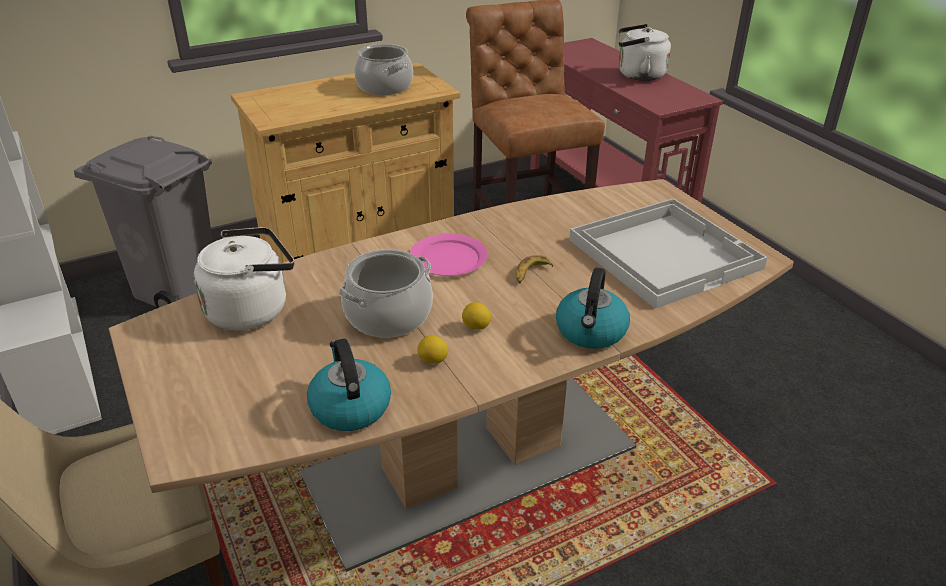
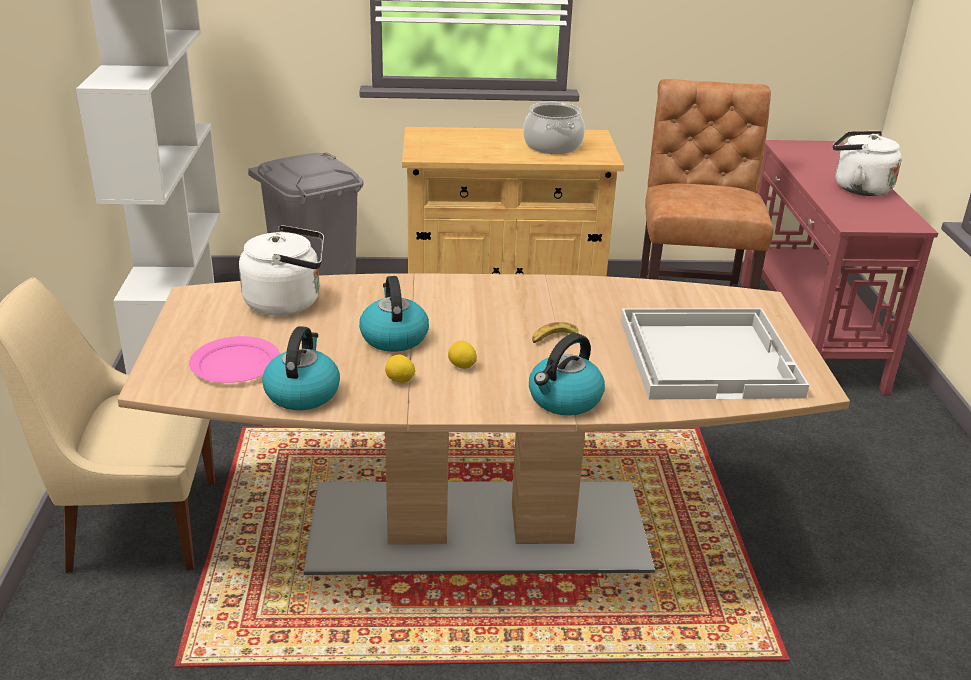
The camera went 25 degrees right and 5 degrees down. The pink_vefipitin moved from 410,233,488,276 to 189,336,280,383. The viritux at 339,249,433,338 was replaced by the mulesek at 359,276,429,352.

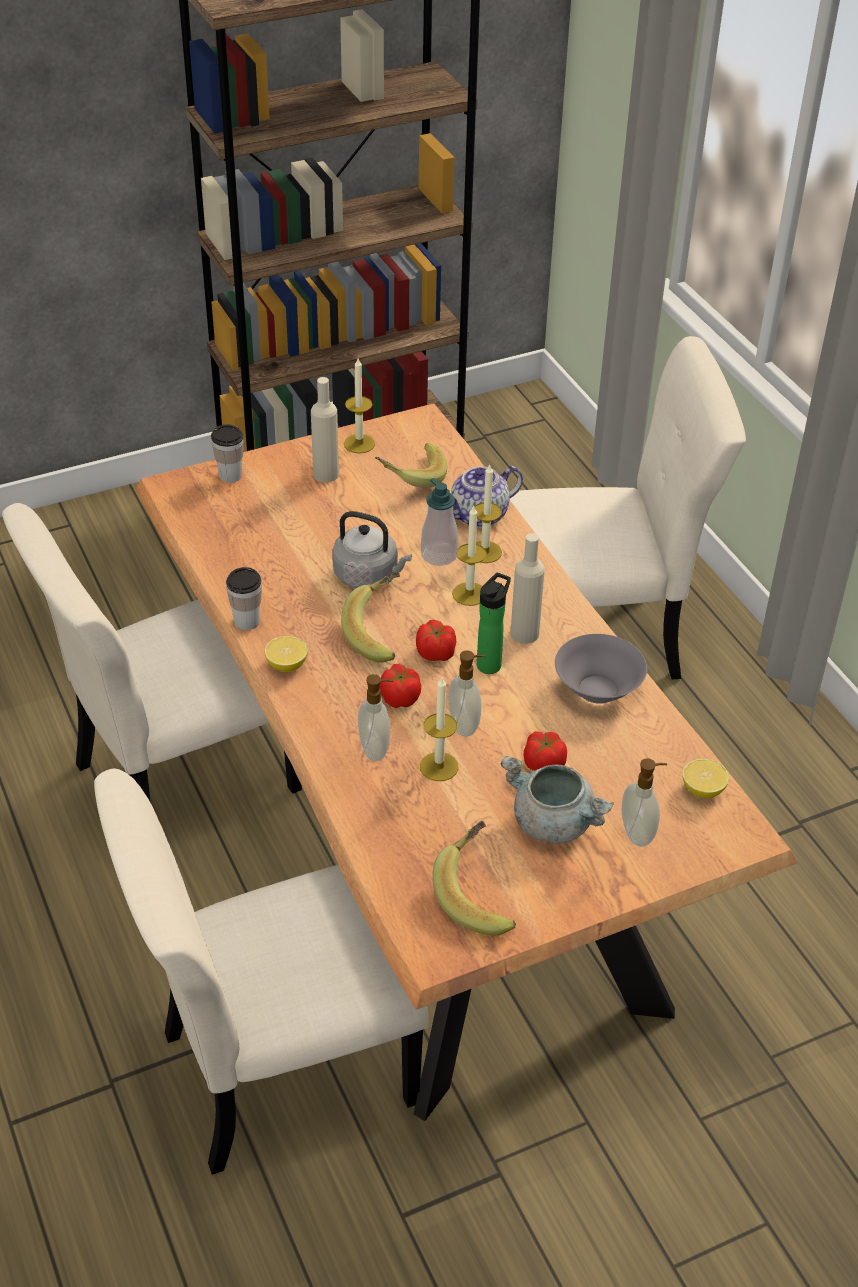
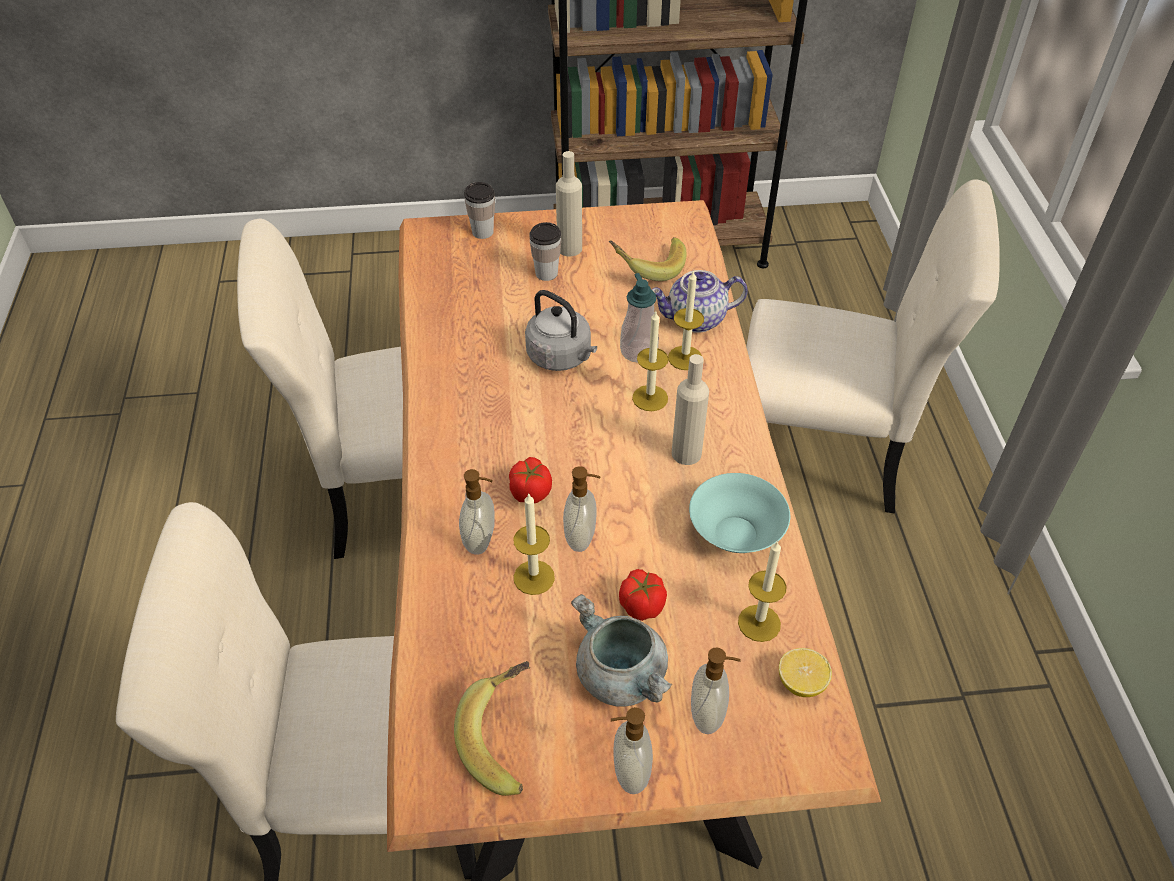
The camera went 20 degrees right and 5 degrees up. The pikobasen moved from 344,358,375,453 to 738,540,787,642. The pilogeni moved from 226,567,262,630 to 529,222,561,281. The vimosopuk at 341,571,400,663 disappeared. The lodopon at 477,573,511,674 disappeared. The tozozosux at 416,620,456,661 disappeared. The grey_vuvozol at 555,634,647,704 became the turquoise_vuvozol at 689,473,790,553. The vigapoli at 265,636,308,672 disappeared. The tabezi at 611,707,653,794 appeared.

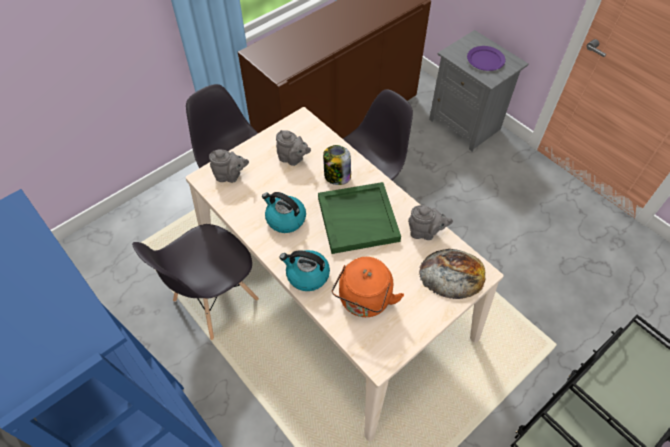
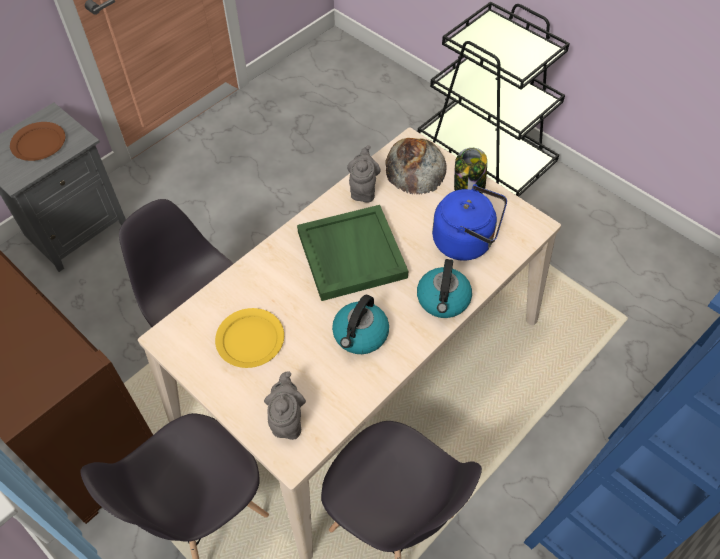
The camera went 95 degrees left and 0 degrees up. The purple_vefipitin at 467,46,505,71 became the brown_vefipitin at 10,122,65,161. The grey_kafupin at 276,130,311,166 was replaced by the yellow_vefipitin at 215,308,284,368. The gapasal moved from 323,145,351,185 to 454,148,487,194. The orange_mulesek at 332,257,404,317 became the blue_mulesek at 432,184,507,261.

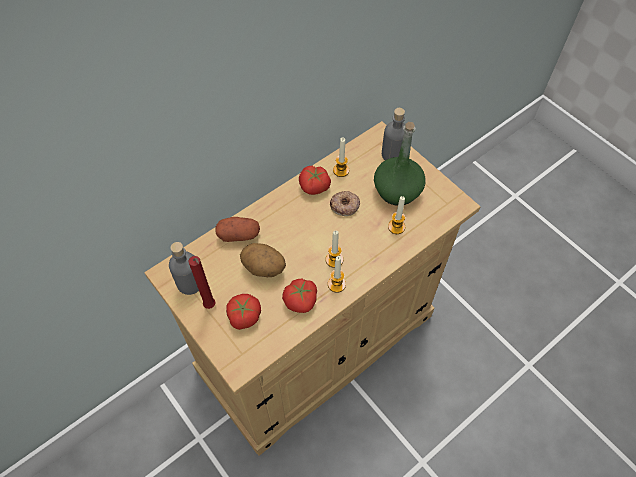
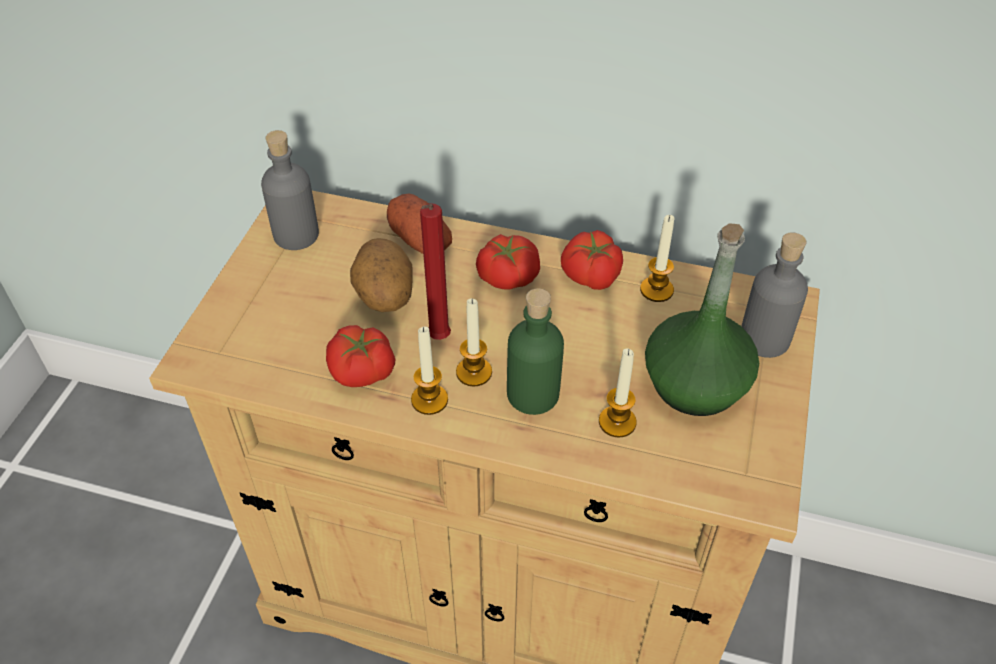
The camera went 55 degrees right and 10 degrees down. The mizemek at 330,191,360,216 disappeared. The red_pikobasen moved from 189,256,216,309 to 420,203,451,340. The tozozosux moved from 226,294,261,330 to 476,234,540,289. The green_lodopon at 507,288,564,415 appeared.

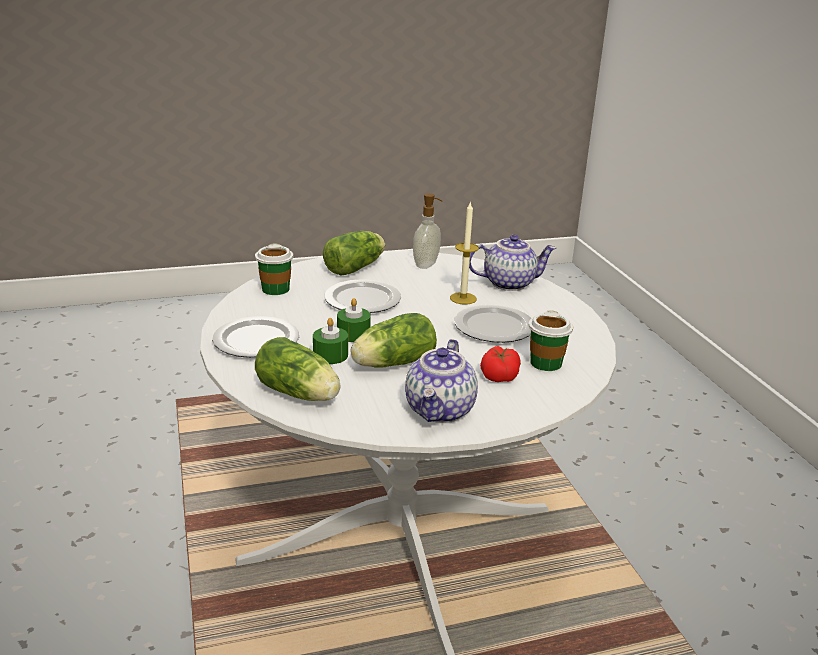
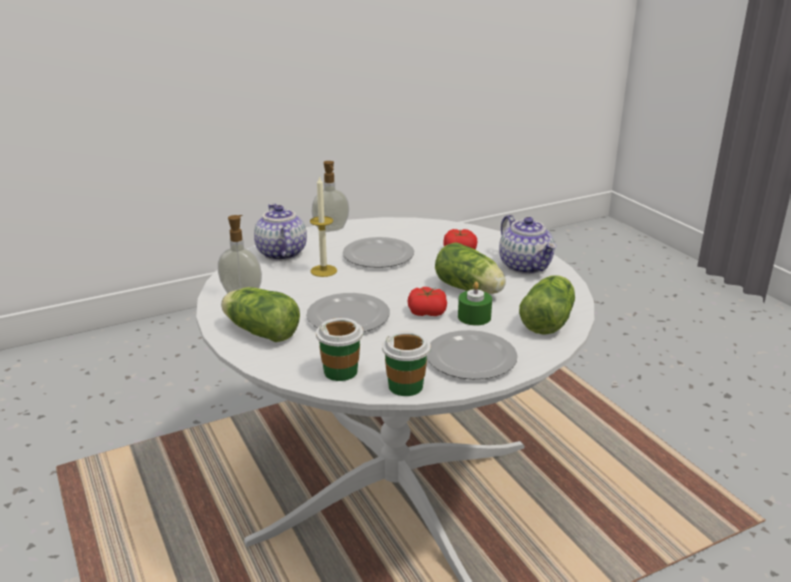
The camera went 100 degrees left and 0 degrees up. The green_pikobasen at 337,298,371,342 was replaced by the tozozosux at 407,287,447,316. The pilogeni moved from 528,310,573,371 to 382,331,431,396. The kafupin at 405,339,478,423 turned 60 degrees clockwise. The tabezi at 312,161,349,232 appeared.

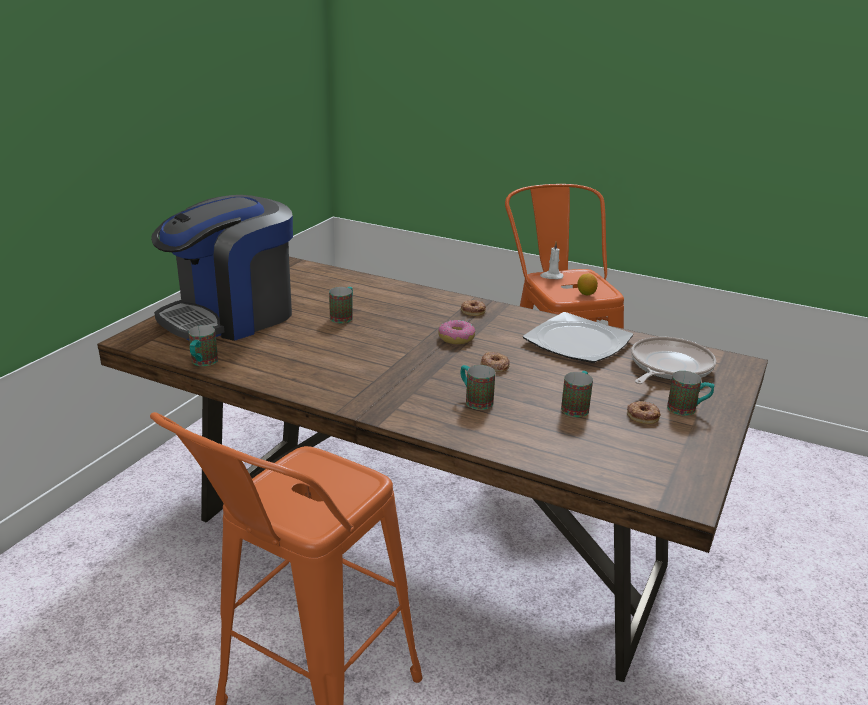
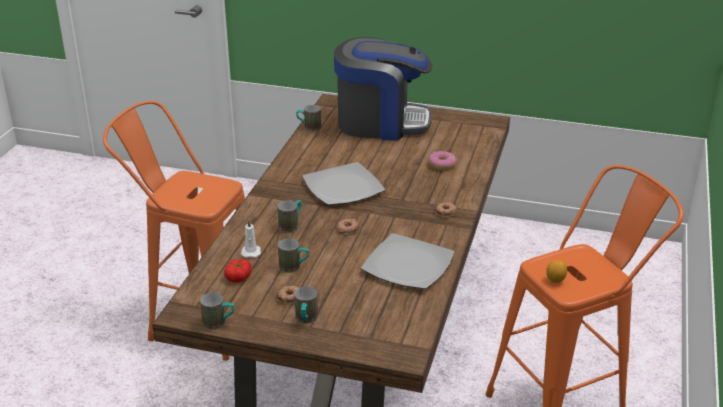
The camera went 80 degrees right and 5 degrees up. The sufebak at 151,195,293,341 turned 150 degrees clockwise. The white_pikobasen moved from 540,242,564,279 to 241,219,261,258. The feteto moved from 329,287,353,323 to 200,292,234,330. The mizemek moved from 439,320,475,344 to 428,151,457,170. The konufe at 631,337,716,384 disappeared. The vefipitin at 303,162,385,206 appeared. The tozozosux at 224,259,252,283 appeared.

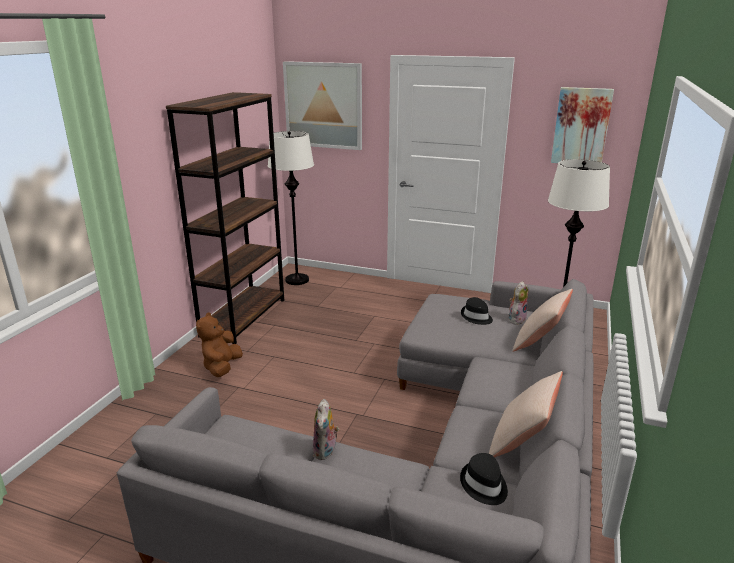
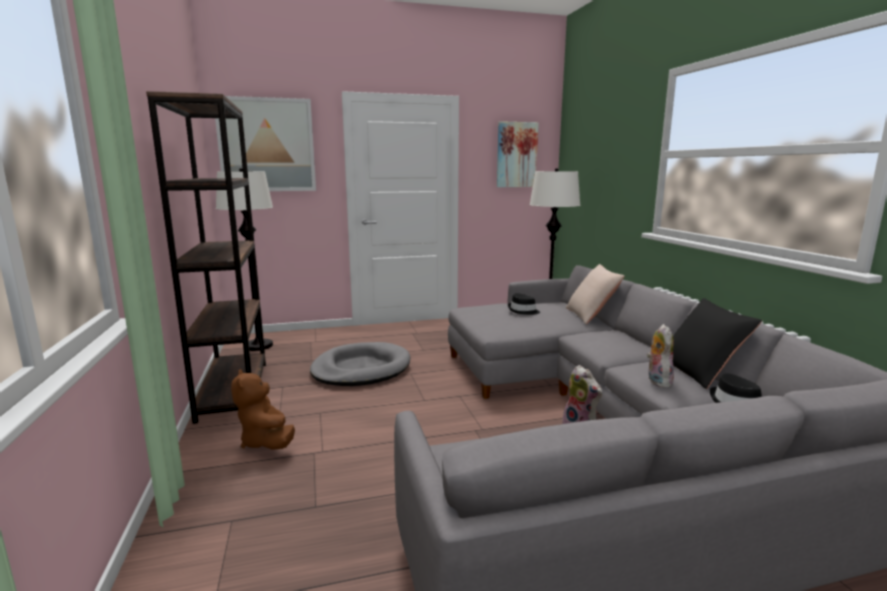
The camera went 35 degrees left and 10 degrees down. The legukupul moved from 509,281,528,325 to 647,324,674,388. The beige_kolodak at 489,371,563,458 became the black_kolodak at 673,298,762,389. The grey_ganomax at 310,342,410,386 appeared.

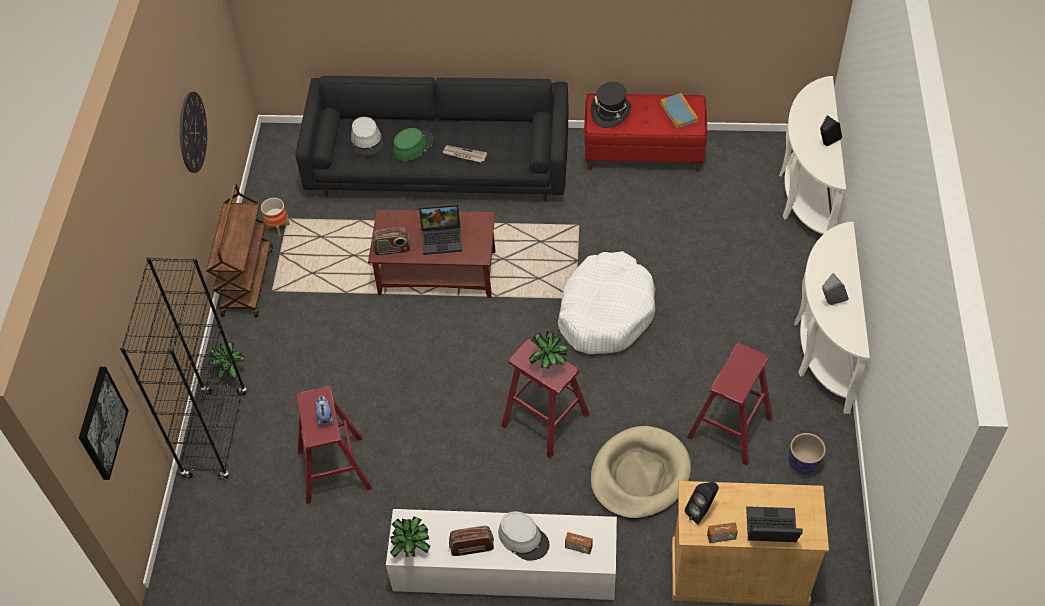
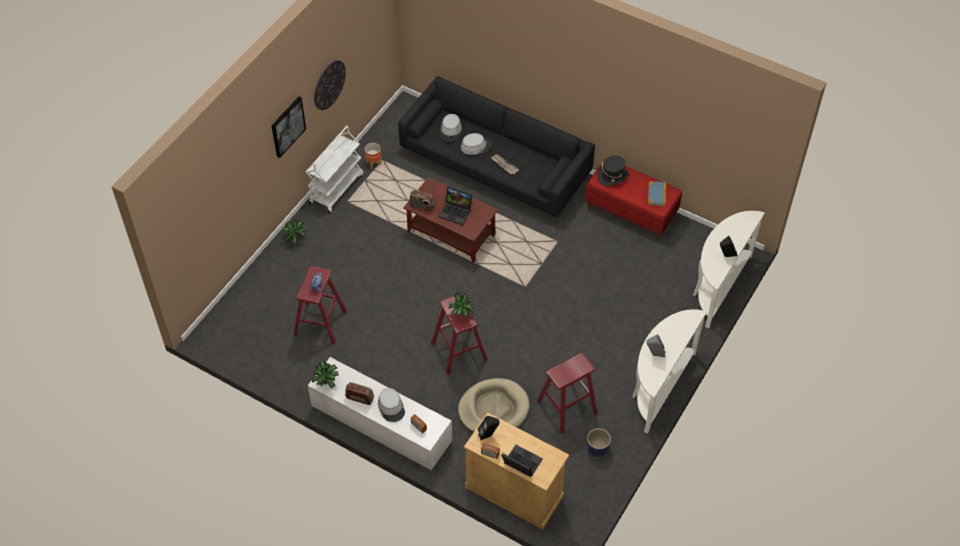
The camera went 25 degrees right and 0 degrees up. The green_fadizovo at 393,128,433,161 became the grey_fadizovo at 461,133,492,155. The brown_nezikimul at 206,184,273,317 became the white_nezikimul at 306,126,363,214. The white_ganomax at 558,251,656,354 disappeared. The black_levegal at 120,257,247,480 disappeared. The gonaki moved from 79,367,129,480 to 271,97,306,158.

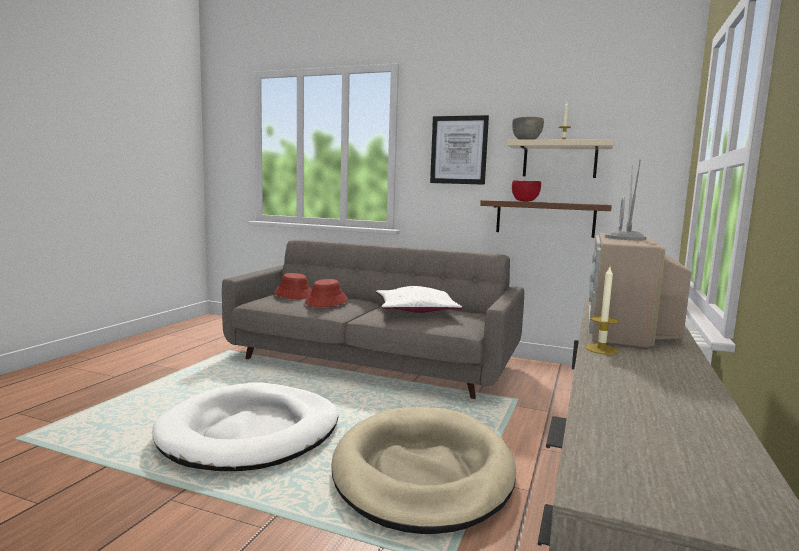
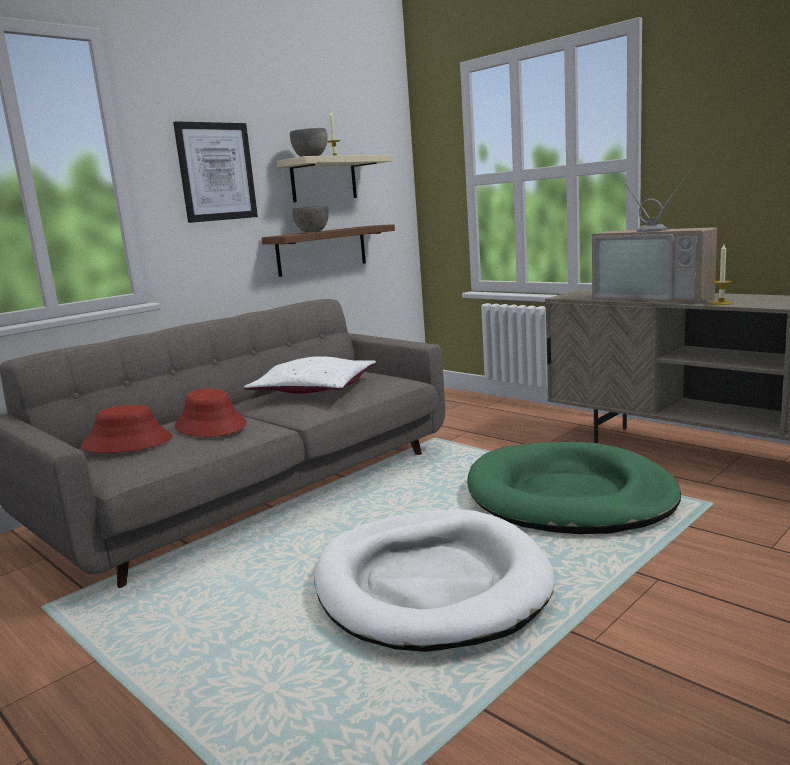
The camera went 65 degrees left and 5 degrees up. The red_vuvozol at 512,180,541,201 became the grey_vuvozol at 292,206,329,232. The beige_ganomax at 332,407,516,534 became the green_ganomax at 467,442,681,534.

